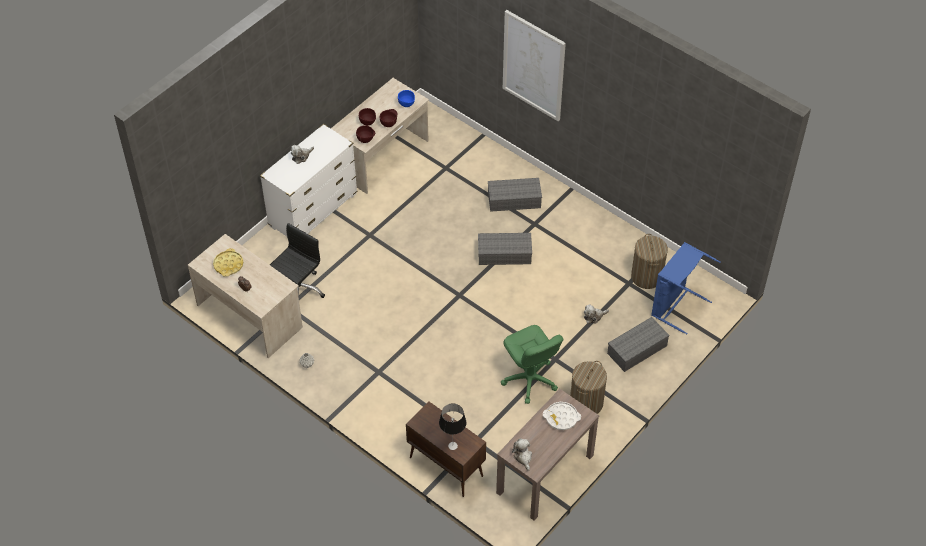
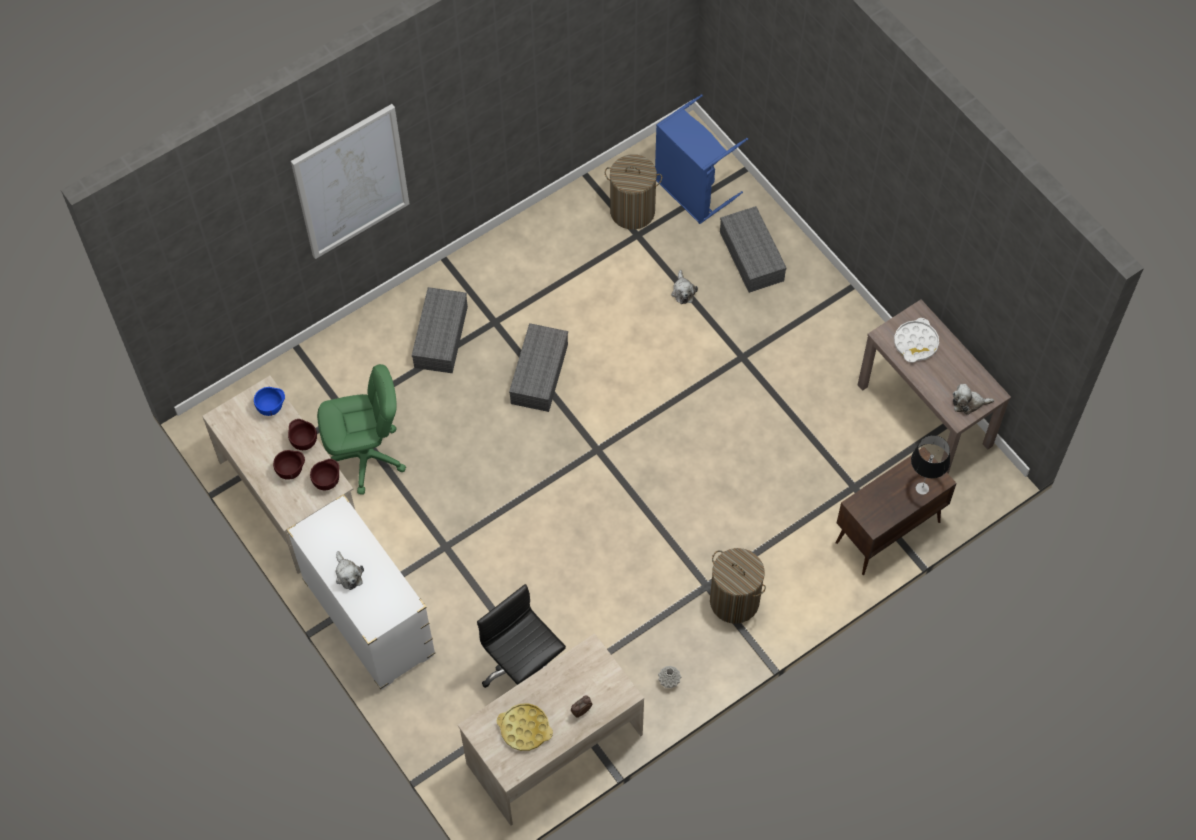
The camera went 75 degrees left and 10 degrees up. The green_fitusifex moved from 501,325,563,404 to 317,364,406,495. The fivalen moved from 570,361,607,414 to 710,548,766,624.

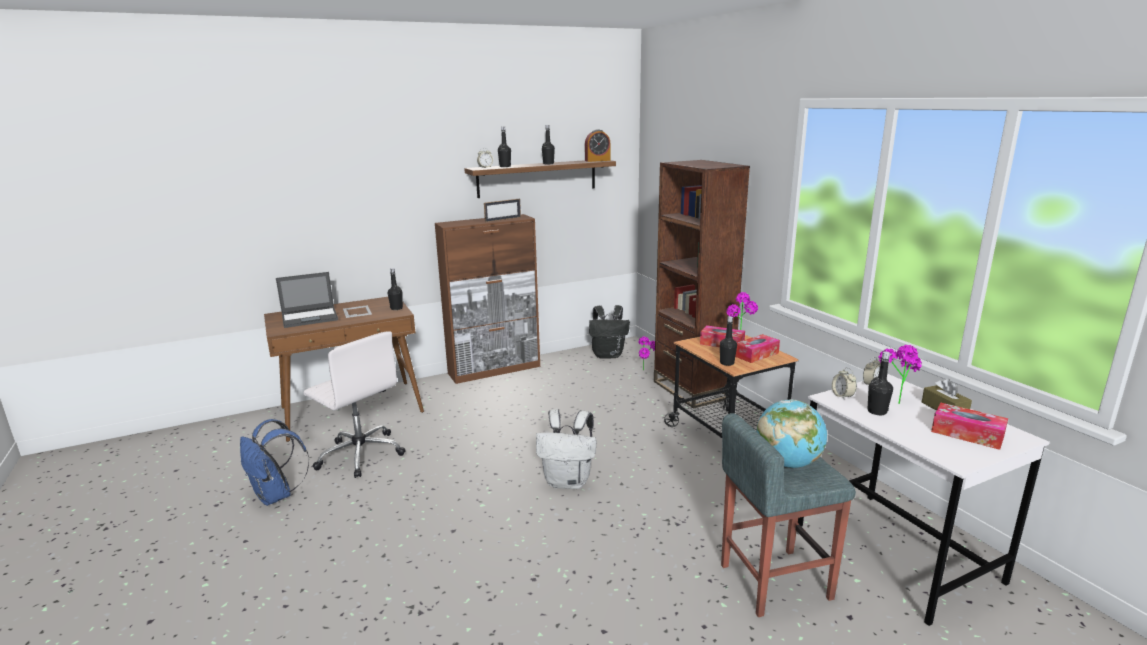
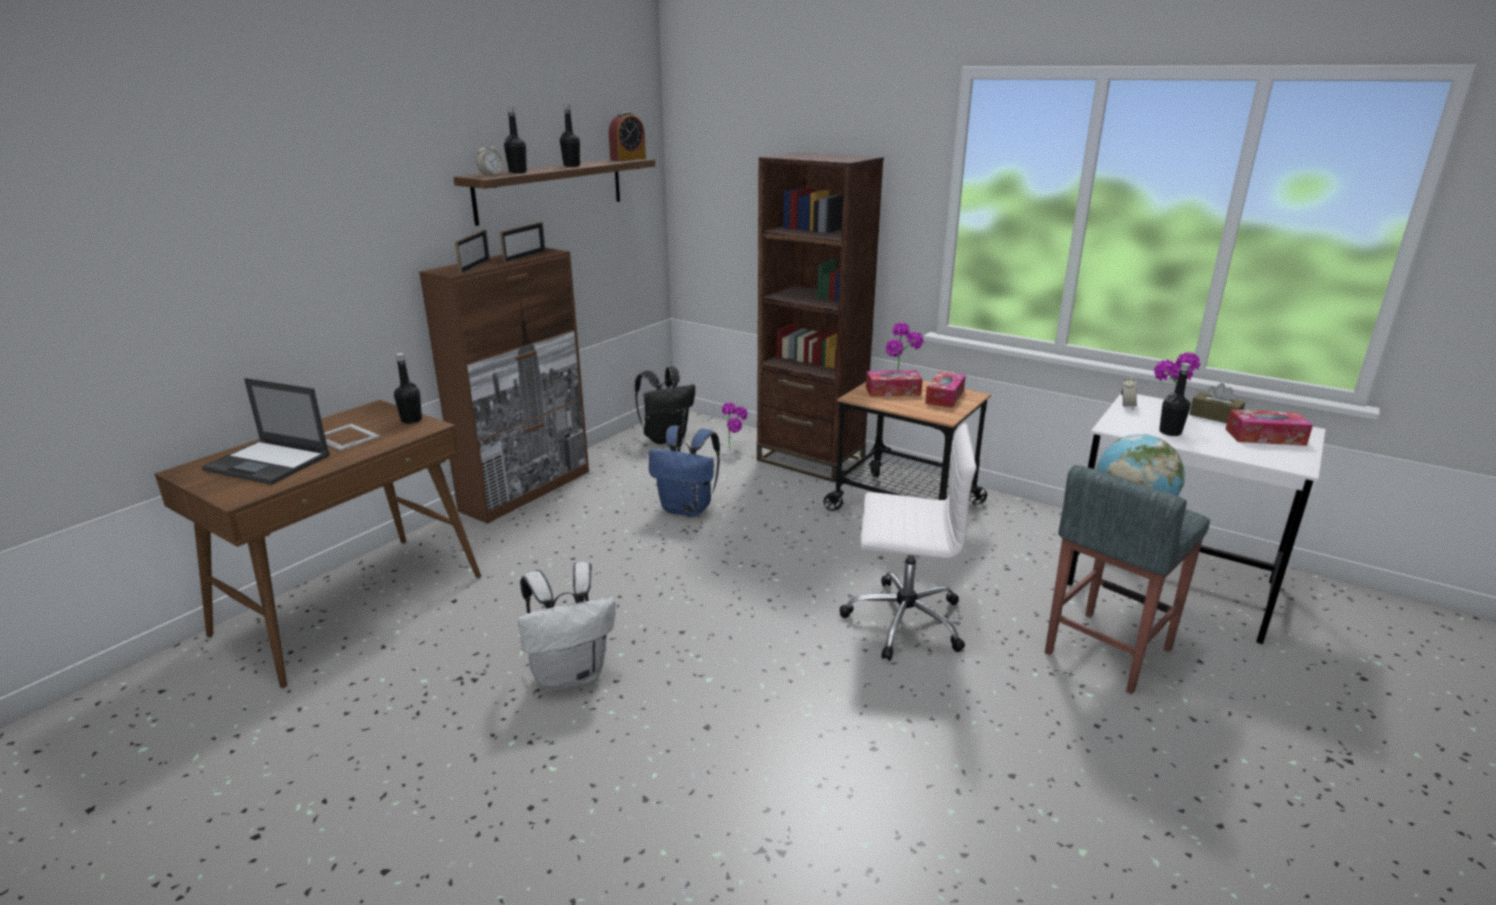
The camera went 30 degrees left and 5 degrees up. The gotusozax at 276,272,338,328 turned 75 degrees clockwise. The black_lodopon at 720,316,737,366 disappeared. The white_fitusifex moved from 304,331,405,478 to 840,423,976,661. The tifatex at 832,367,857,399 disappeared. The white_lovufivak moved from 536,409,597,489 to 518,562,615,691. The blue_lovufivak moved from 240,419,309,506 to 649,426,720,516. The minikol at 455,230,490,274 appeared.

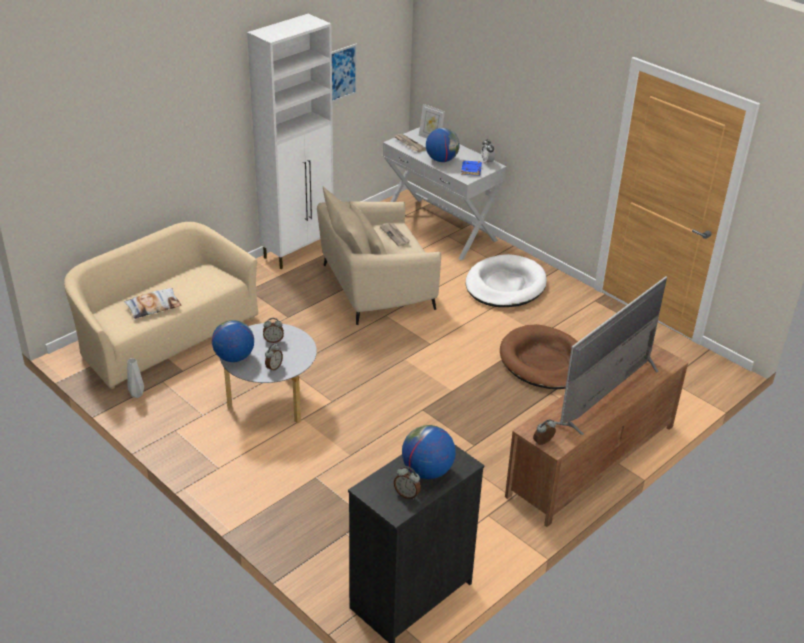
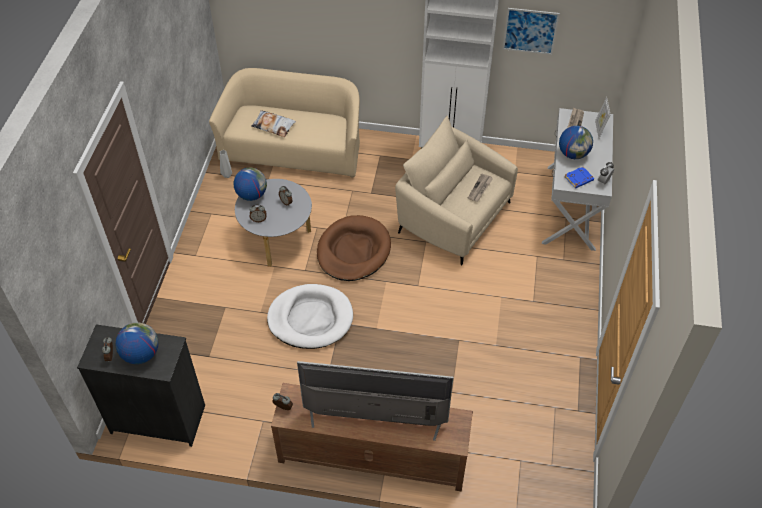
The camera went 55 degrees right and 15 degrees up. The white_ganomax moved from 466,254,547,307 to 267,284,353,349. The brown_ganomax moved from 500,324,578,389 to 317,215,391,281.

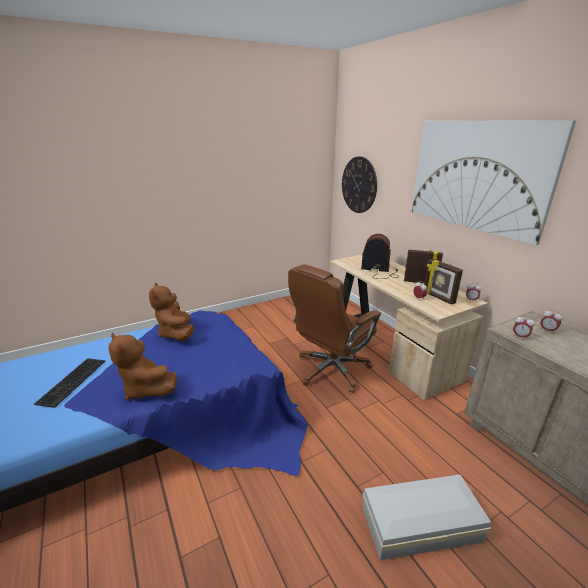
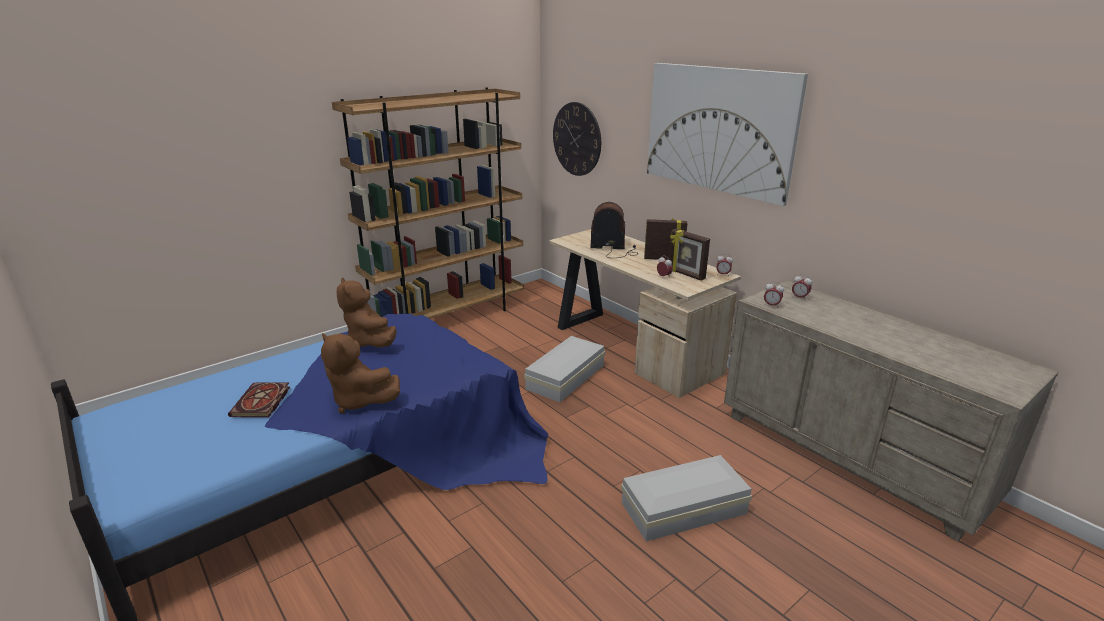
The camera went 10 degrees left and 0 degrees up. The brown_fitusifex at 288,264,381,393 was replaced by the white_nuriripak at 524,336,605,402. The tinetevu at 34,358,105,408 was replaced by the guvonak at 228,383,290,417. The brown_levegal at 332,87,524,319 appeared.

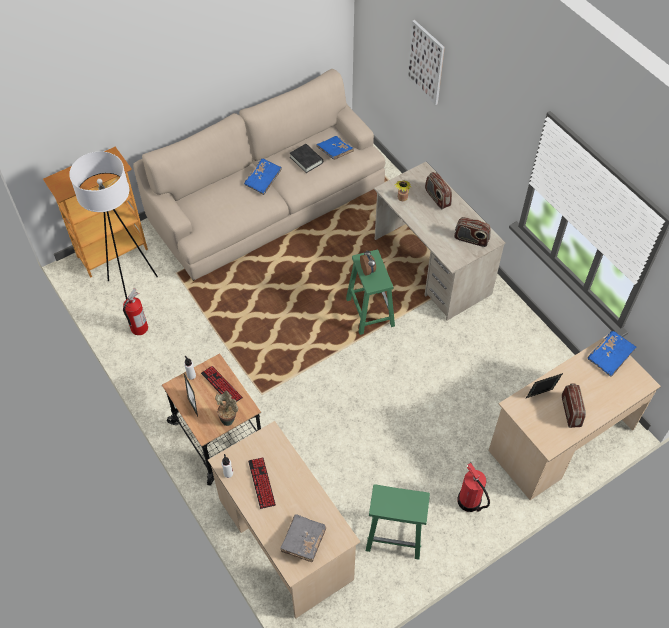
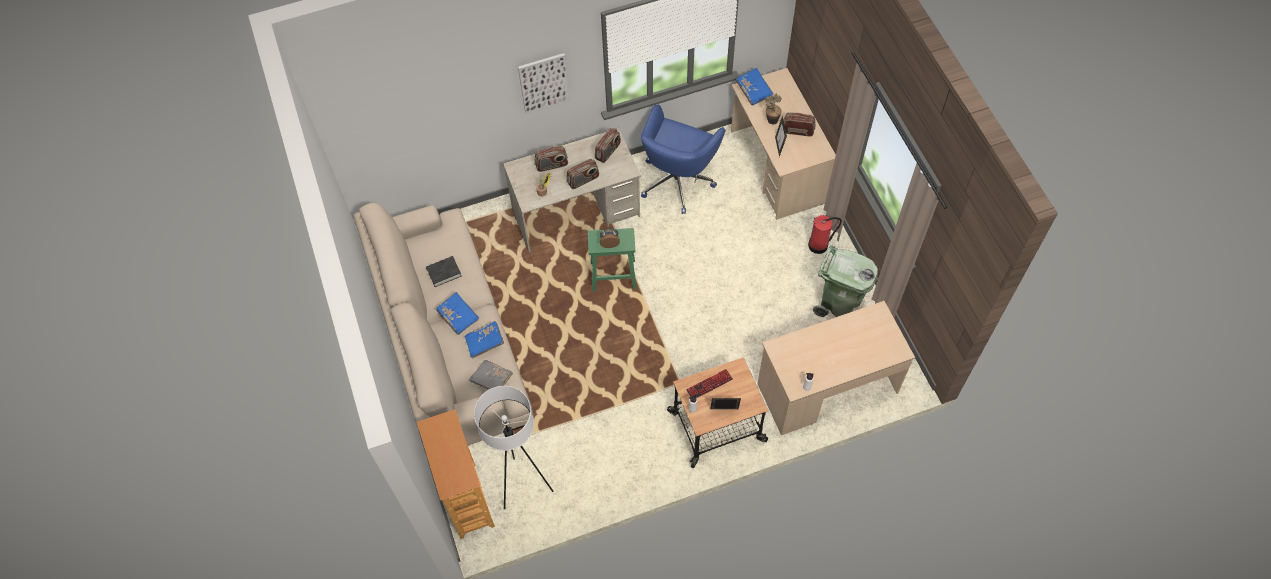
The camera went 75 degrees left and 5 degrees up. The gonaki moved from 407,20,445,105 to 518,53,570,114. The blue_guvonak moved from 316,136,354,160 to 465,321,504,359. The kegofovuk at 123,288,148,335 disappeared. The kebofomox moved from 215,391,238,426 to 765,94,782,125. The tinetevu at 248,458,276,509 disappeared. The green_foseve at 366,484,430,559 was replaced by the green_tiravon at 813,245,878,317. The grey_guvonak moved from 280,514,326,562 to 469,360,513,390. The blue_fitusifex at 641,105,726,214 appeared. The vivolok at 566,159,599,189 appeared.

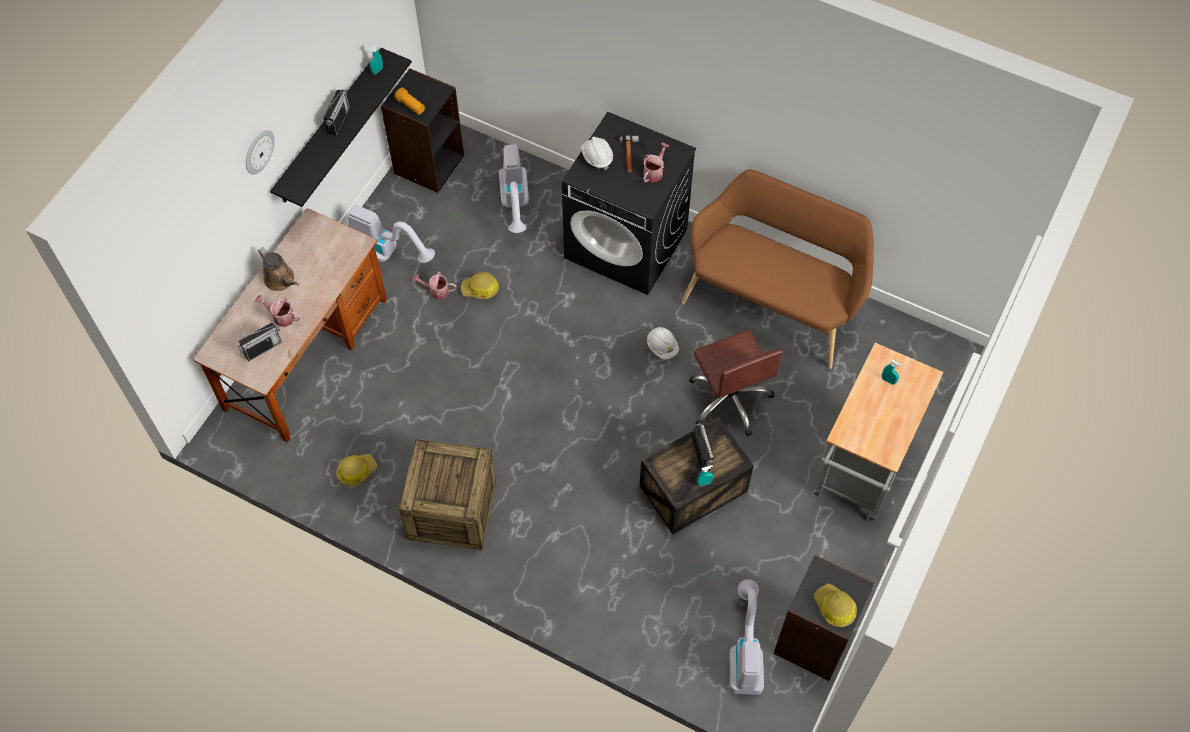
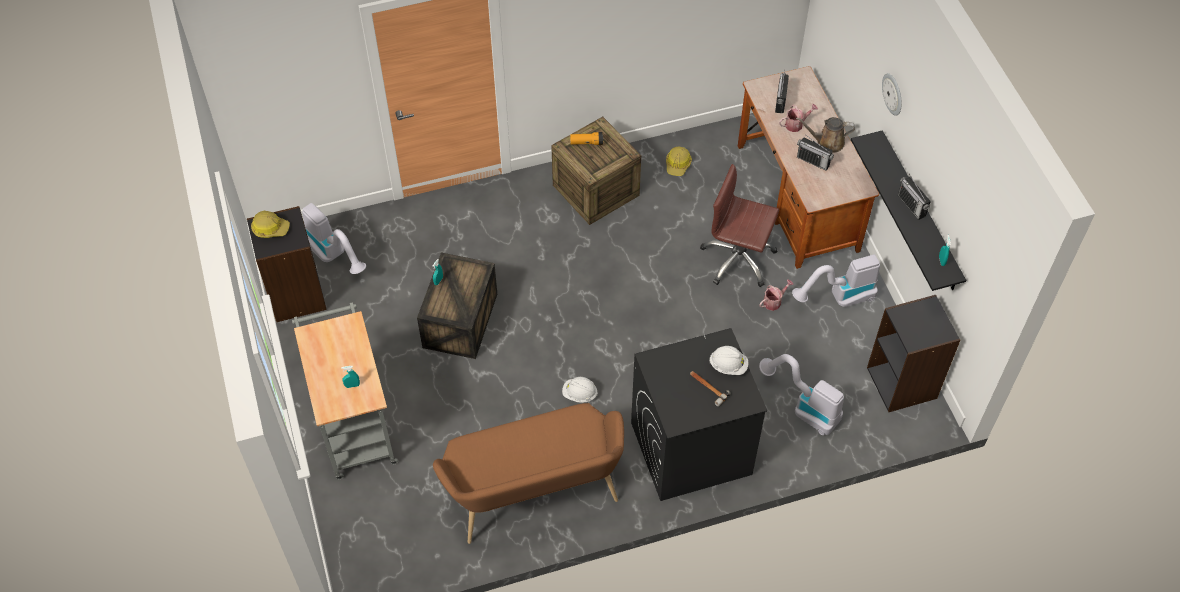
The camera went 135 degrees right and 5 degrees down. The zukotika moved from 391,85,425,115 to 570,132,603,145. The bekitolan at 643,143,669,182 disappeared. The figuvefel at 461,272,499,299 disappeared. The brown_fitusifex moved from 689,330,783,436 to 700,164,779,287. The vivolok moved from 692,423,714,471 to 797,136,834,171.

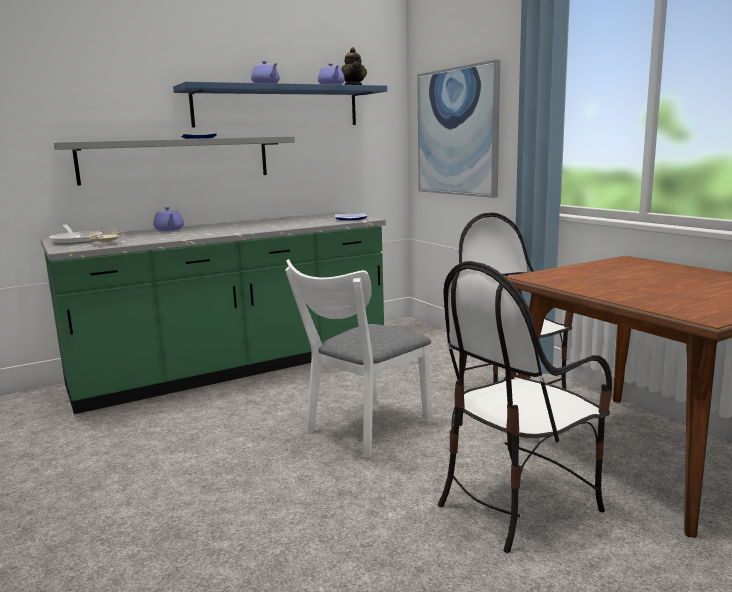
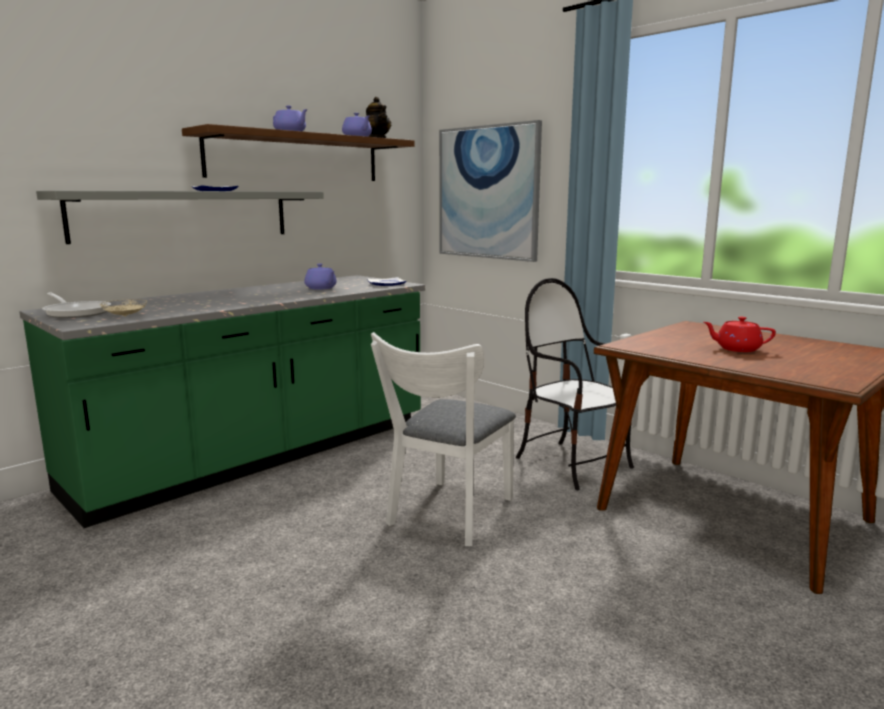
The camera went 15 degrees left and 0 degrees up. The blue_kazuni at 173,82,387,127 became the brown_kazuni at 182,124,415,181. The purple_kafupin moved from 153,207,184,231 to 304,264,337,290. The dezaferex at 438,261,612,553 disappeared. The red_kafupin at 703,317,776,352 appeared.

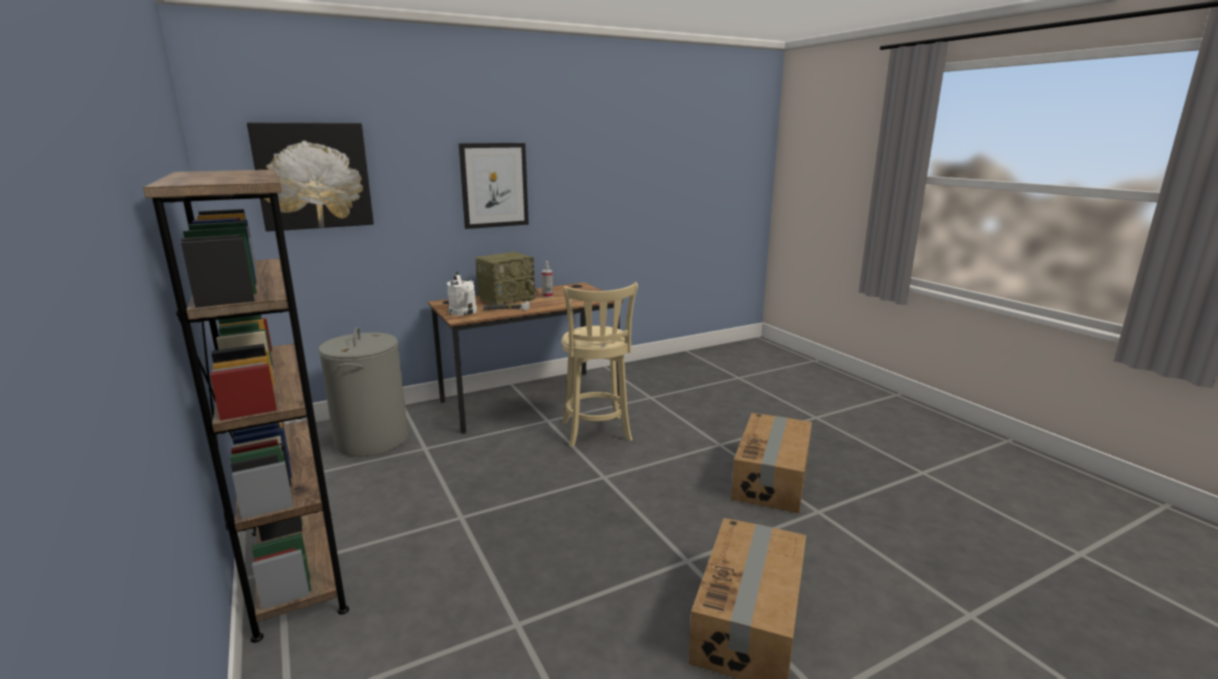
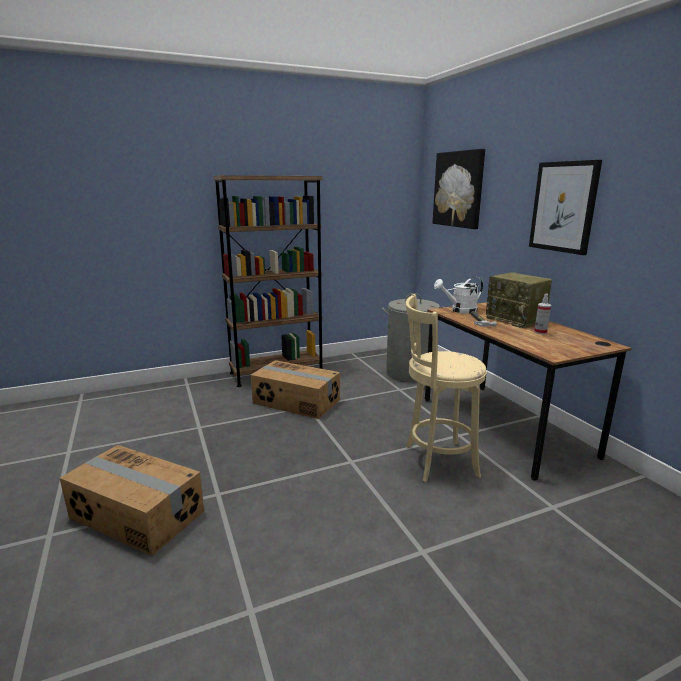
The camera went 95 degrees right and 0 degrees up. The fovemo moved from 731,413,812,513 to 251,360,340,419.

